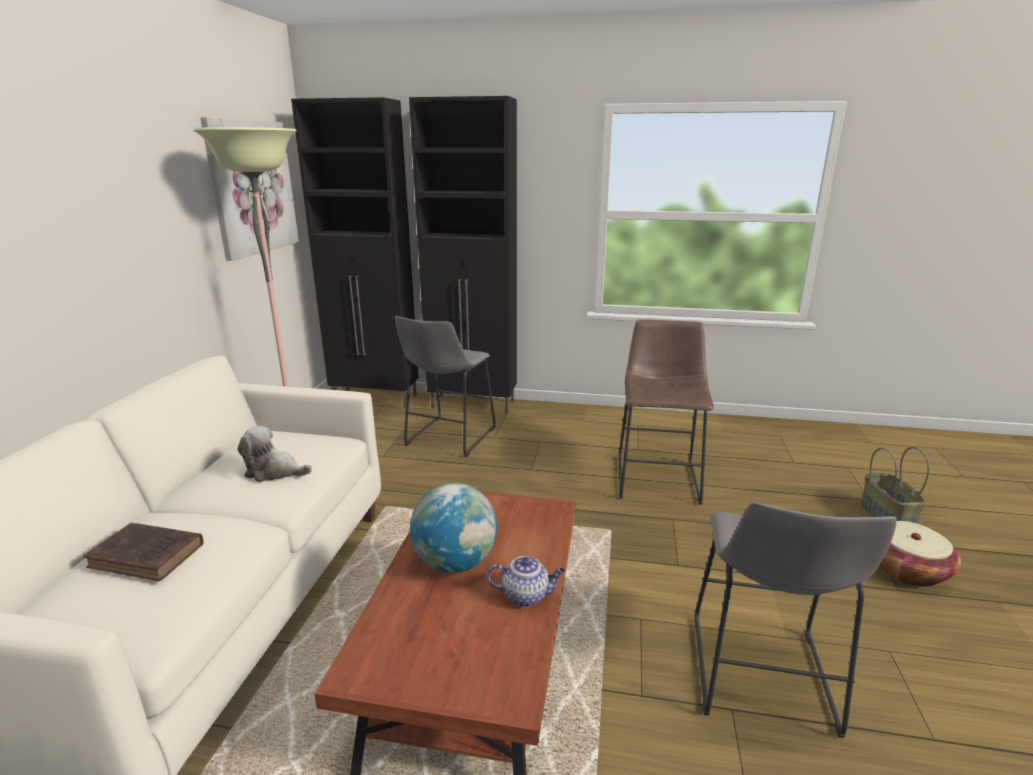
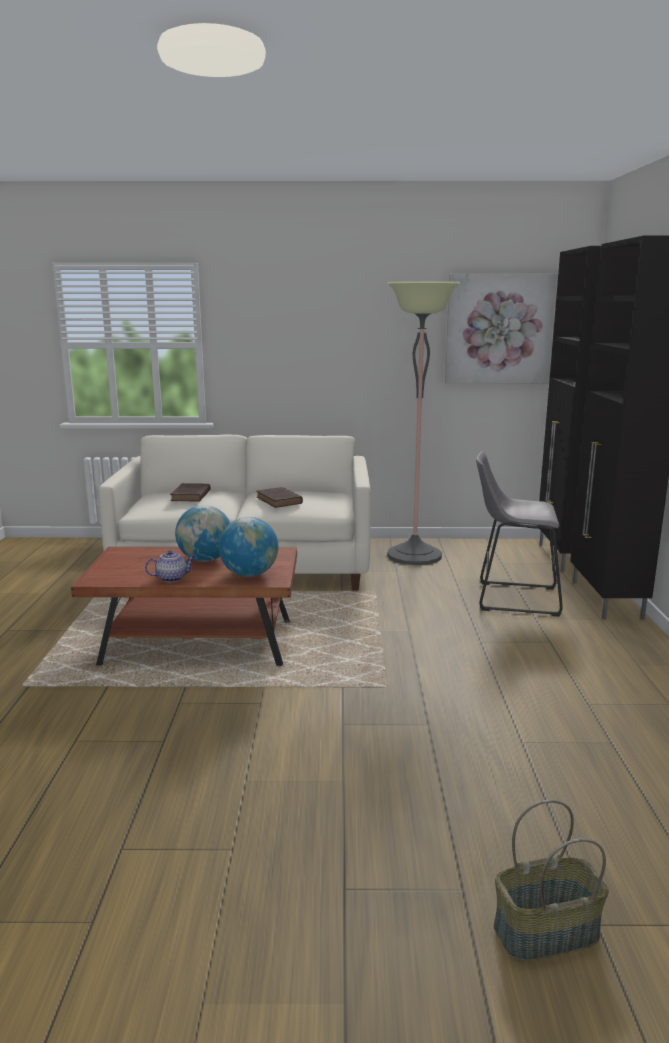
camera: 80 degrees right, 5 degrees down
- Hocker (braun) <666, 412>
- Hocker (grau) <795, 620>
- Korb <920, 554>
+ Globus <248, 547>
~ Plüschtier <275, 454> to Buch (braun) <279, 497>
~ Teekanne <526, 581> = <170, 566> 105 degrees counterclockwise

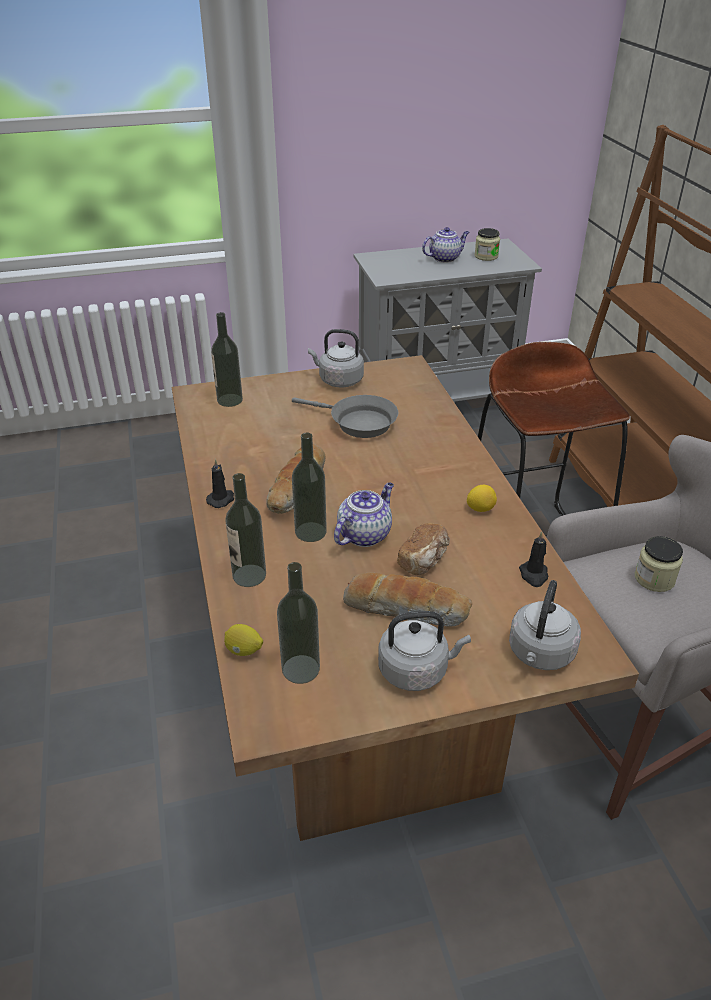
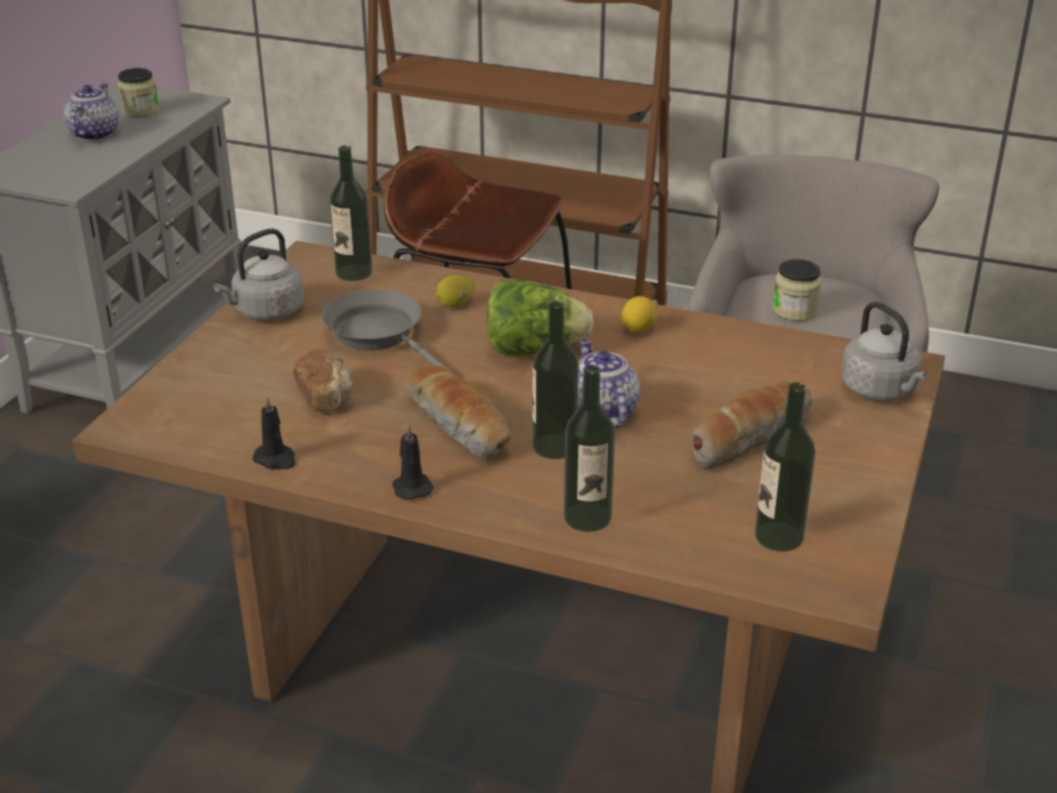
camera: 55 degrees left, 5 degrees down
- Wasserkessel (grau) <424, 651>
+ Salatkopf <540, 318>
~ Flasche <227, 359> to <351, 213>
~ Zitrone <243, 640> to <455, 291>
~ Brot <423, 549> to <322, 380>
~ Kerze (schwarz) <533, 559> to <273, 432>
~ Pfanne (grau) <345, 416> = <388, 331> 105 degrees counterclockwise

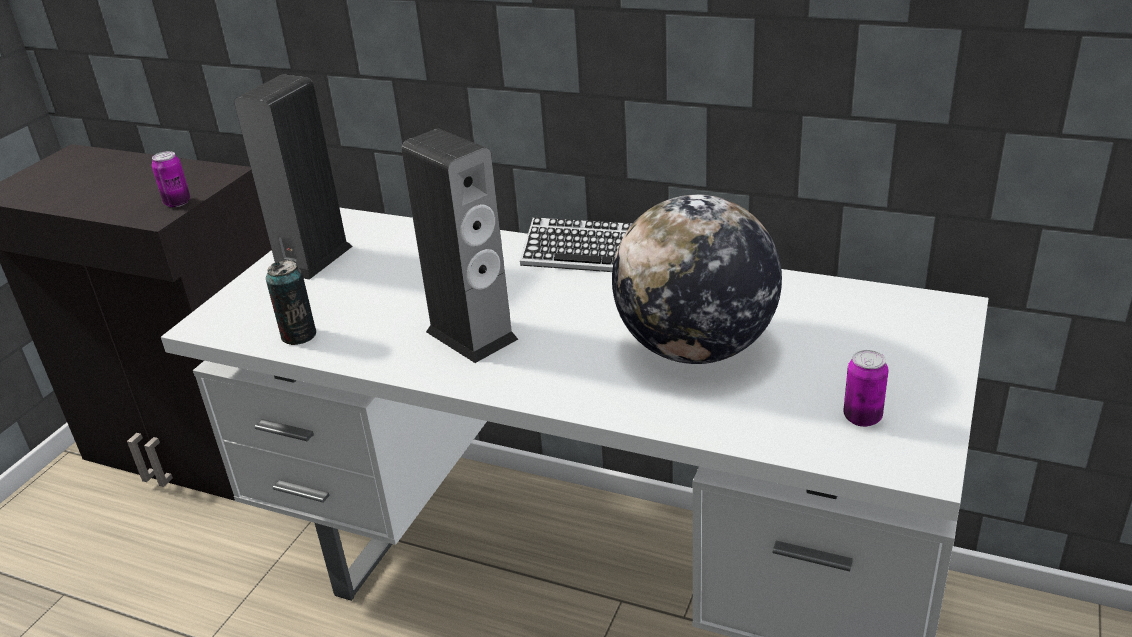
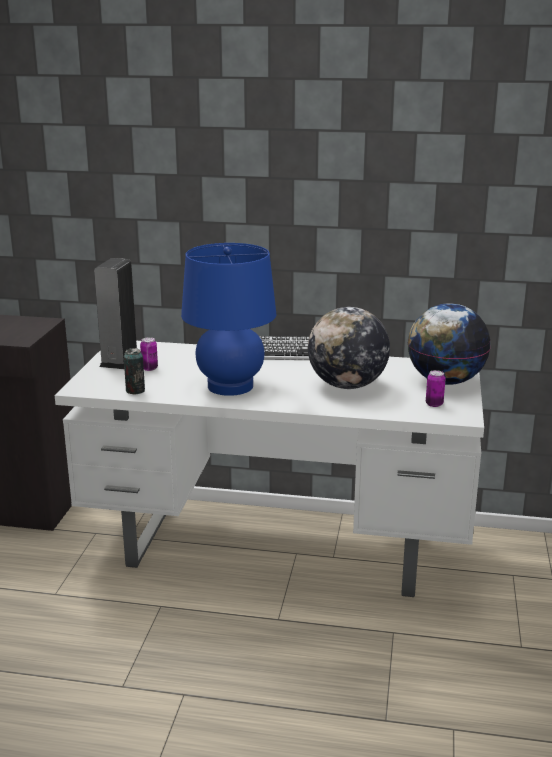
camera: 15 degrees left, 10 degrees down
+ Globus <449, 344>
~ Dose <171, 179> to <149, 354>
~ Lautsprecher <459, 245> to Tischlampe (blau) <228, 319>

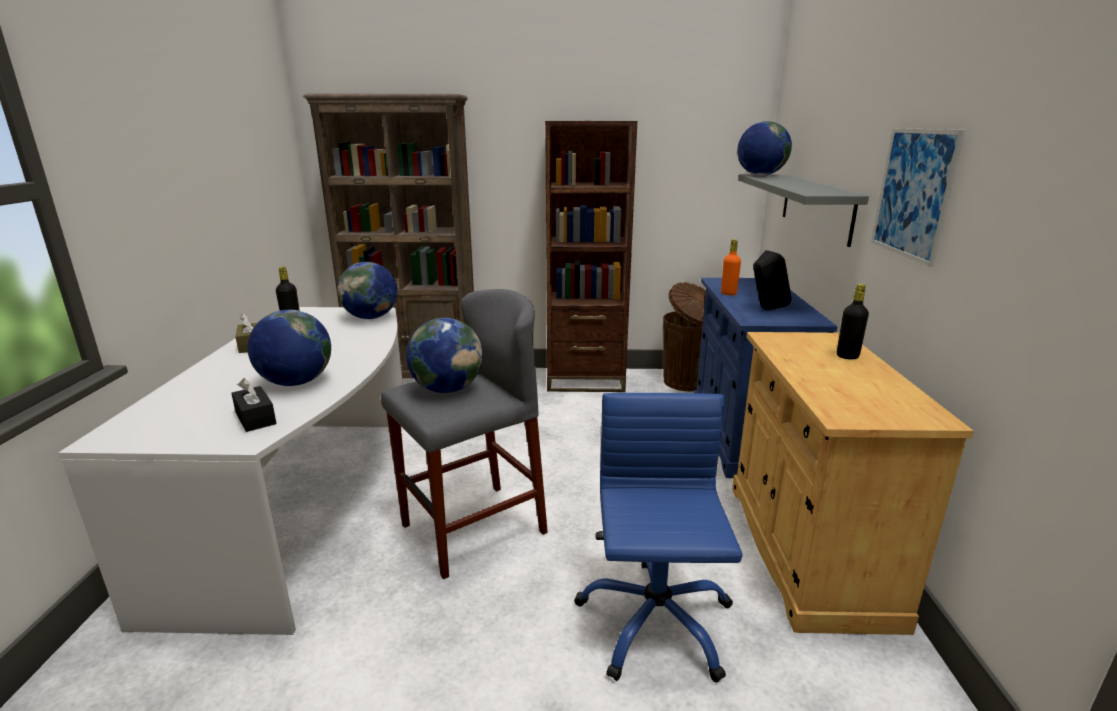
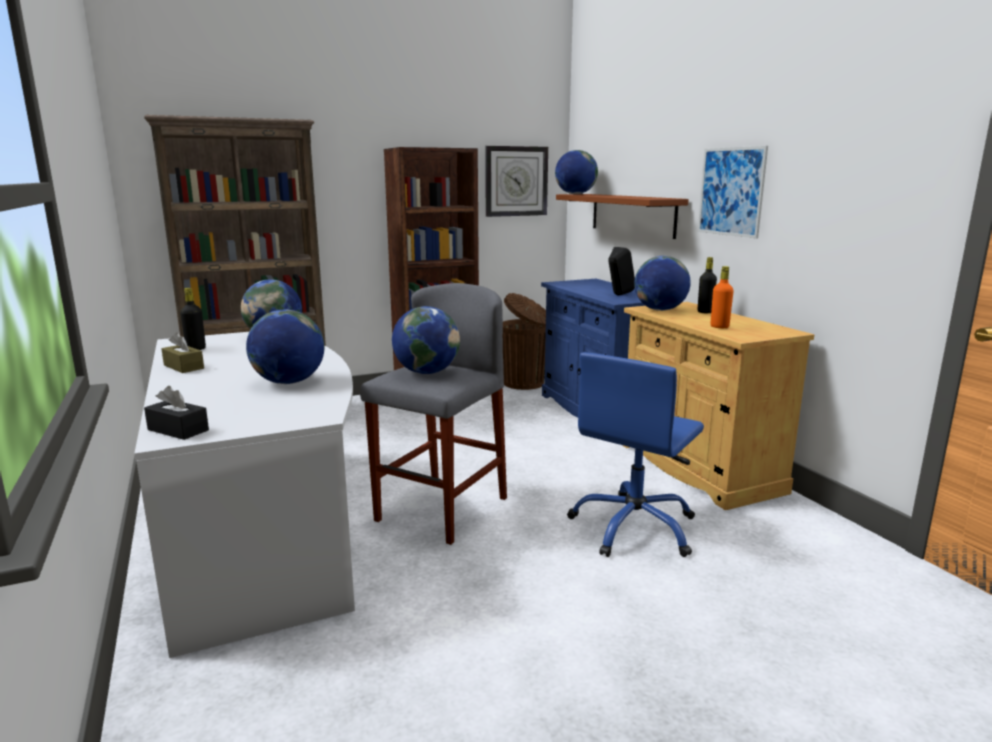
camera: 25 degrees left, 5 degrees down
+ Wanduhr <516, 181>
+ Globus <662, 283>
~ Taschentuchbox (schwarz) <253, 405> to <176, 413>
~ Flasche (orange) <731, 267> to <722, 297>
~ Wandregal (grau) <803, 210> to Wandregal (braun) <622, 216>
~ Bürostuhl (blau) <658, 538> = <635, 454> 120 degrees counterclockwise

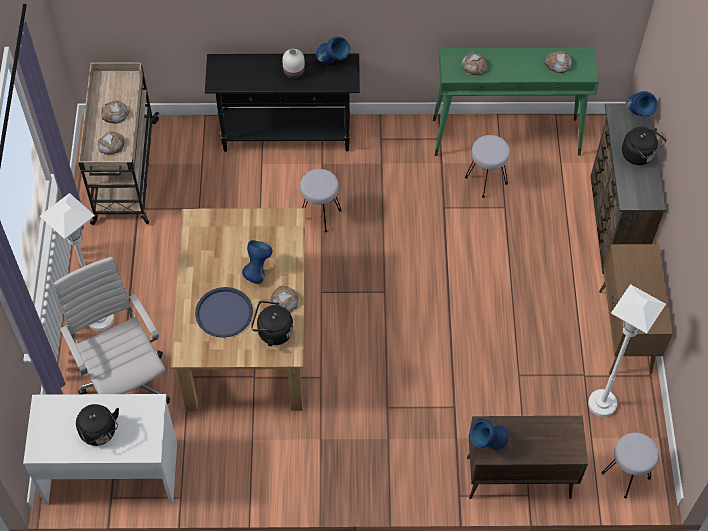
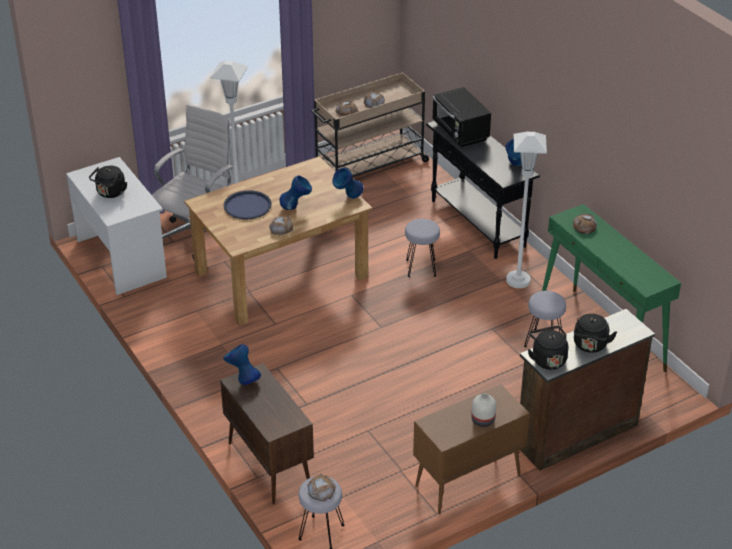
camera: 60 degrees right, 20 degrees down
+ Mikrowelle (schwarz) <461, 117>
~ Wasserkessel (schwarz) <272, 323> to <548, 348>
~ Vase (weiß) <293, 64> to <483, 410>
~ Brot <558, 62> to <321, 488>
~ Stehlampe (weiß) <627, 350> to <526, 210>
~ Vase (blau) <642, 104> to <347, 183>

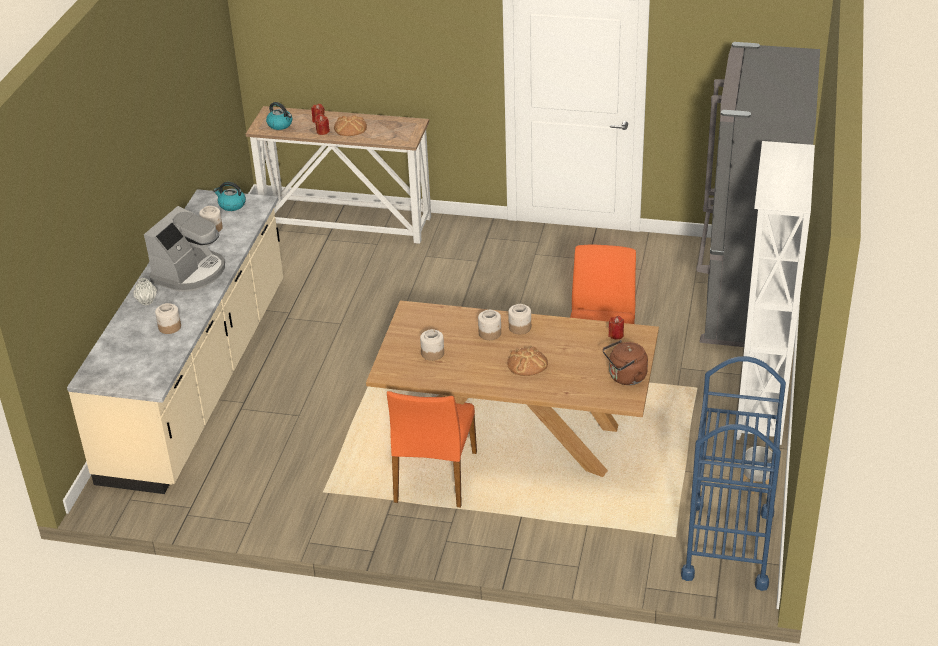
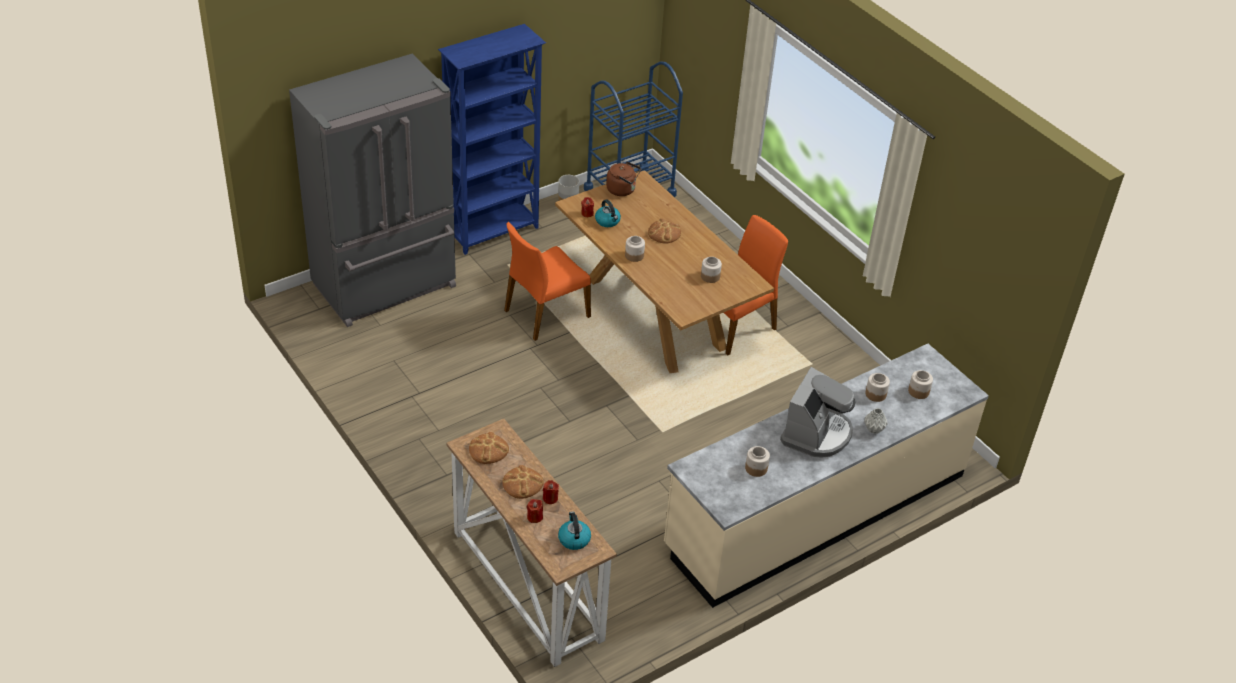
camera: 140 degrees left, 5 degrees up
+ Brot <489, 448>
~ Wasserkessel <229, 196> to <608, 213>
~ Vorratsglas <489, 325> to <920, 384>
~ Bücherregal (weiß) <775, 293> to Bücherregal (blau) <492, 139>
~ Kaffeemaschine <184, 249> = <817, 412> 135 degrees clockwise

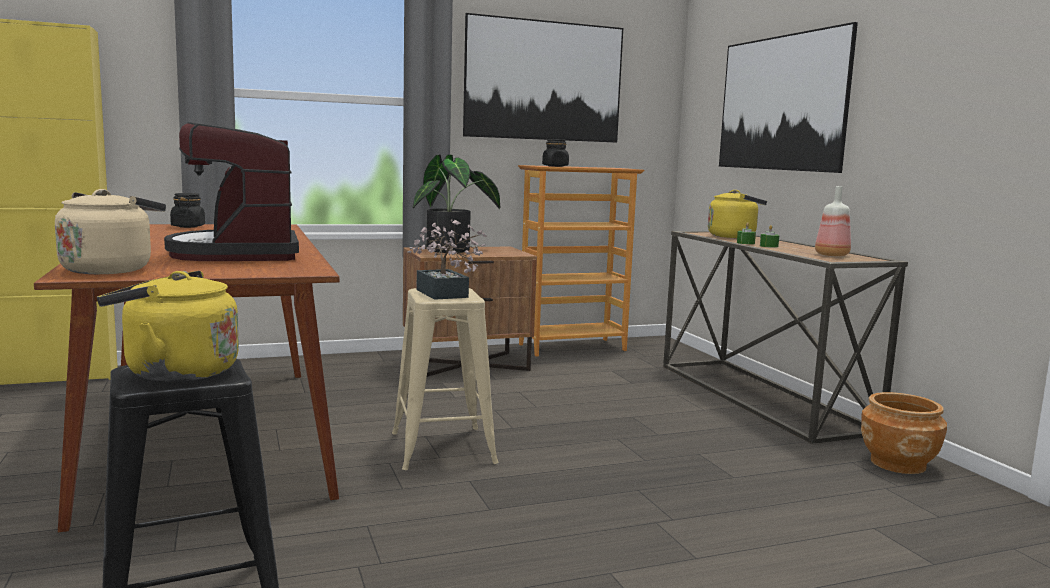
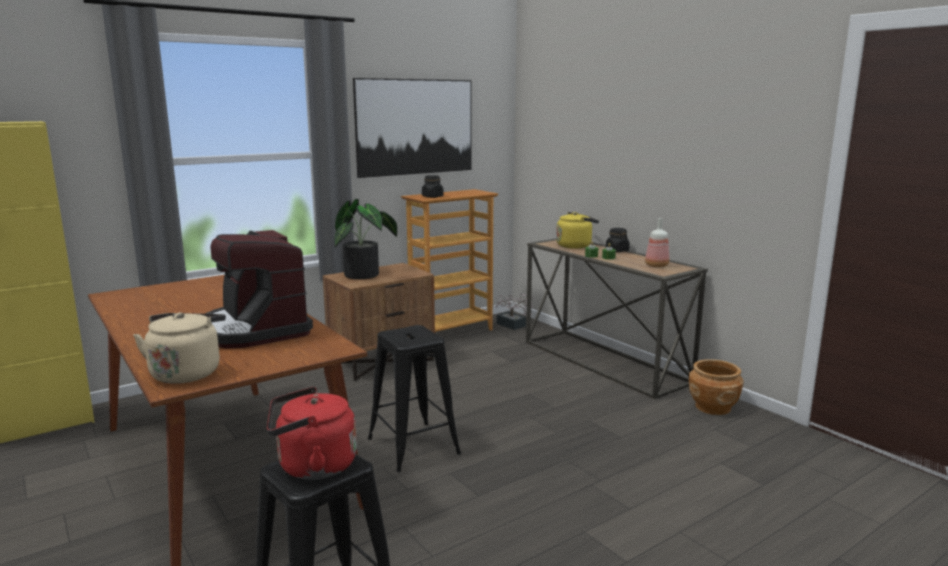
camera: 15 degrees left, 5 degrees up
- Bild <788, 97>
~ Vorratsglas (schwarz) <187, 210> to <618, 240>
~ Topfpflanze <447, 260> to <514, 311>
~ Wasserkessel (gelb) <168, 326> to Wasserkessel (rot) <312, 433>
~ Hocker (beige) <445, 379> to Hocker (schwarz) <414, 398>

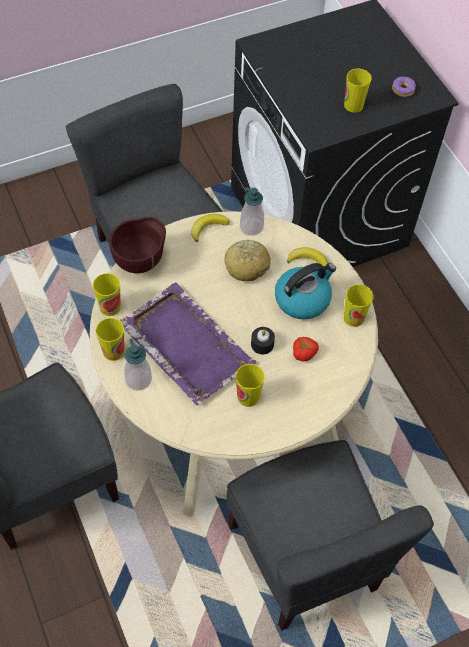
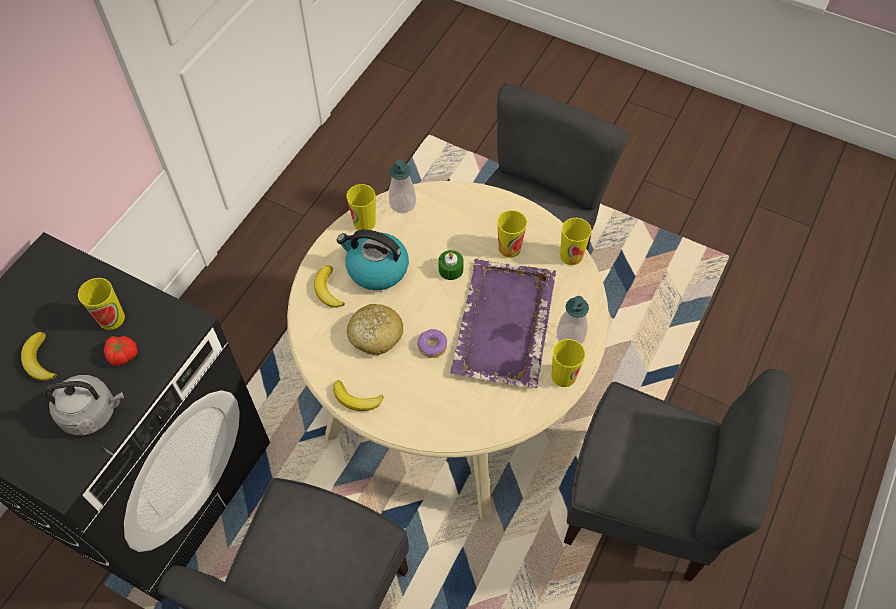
camera: 125 degrees left, 0 degrees up
- Schüssel (braun) <137, 245>
+ Banane <39, 356>
+ Wasserkessel (grau) <84, 405>
~ Tasse <107, 294> to <576, 241>
~ Seifenspender <252, 211> to <402, 186>
~ Tomate <306, 349> to <121, 351>
~ Donut <404, 87> to <432, 343>
~ Kerze (schwarz) <263, 340> to Kerze (grün) <451, 265>

